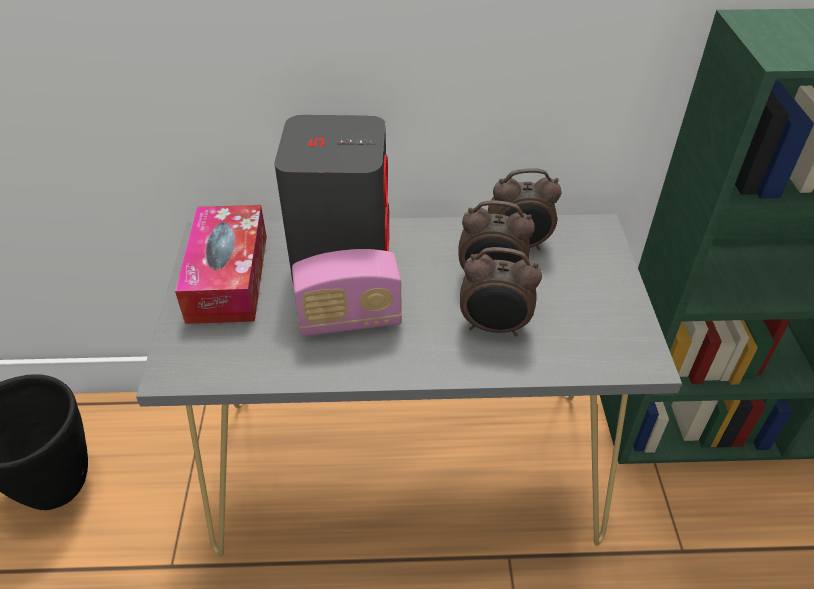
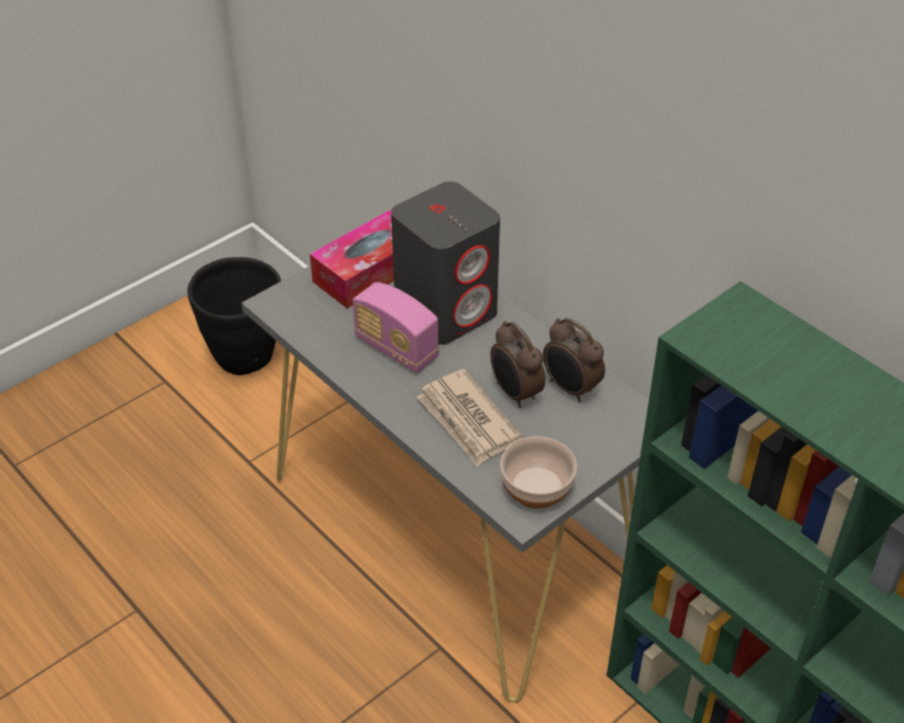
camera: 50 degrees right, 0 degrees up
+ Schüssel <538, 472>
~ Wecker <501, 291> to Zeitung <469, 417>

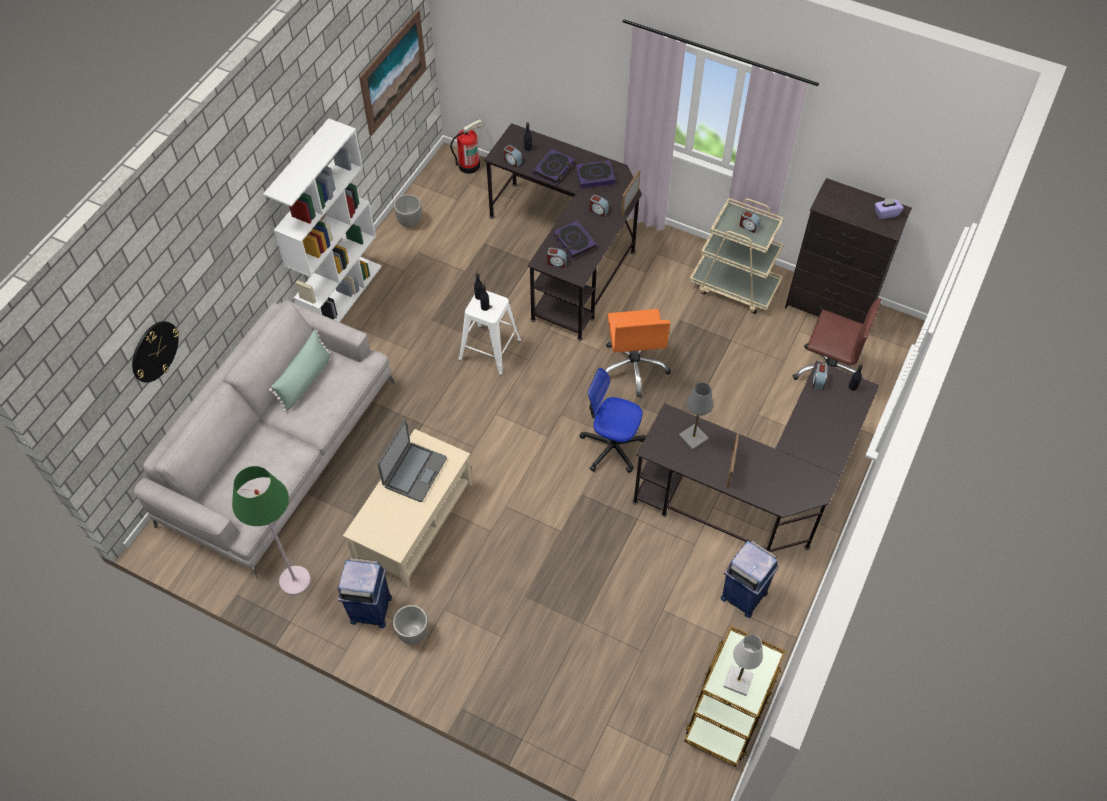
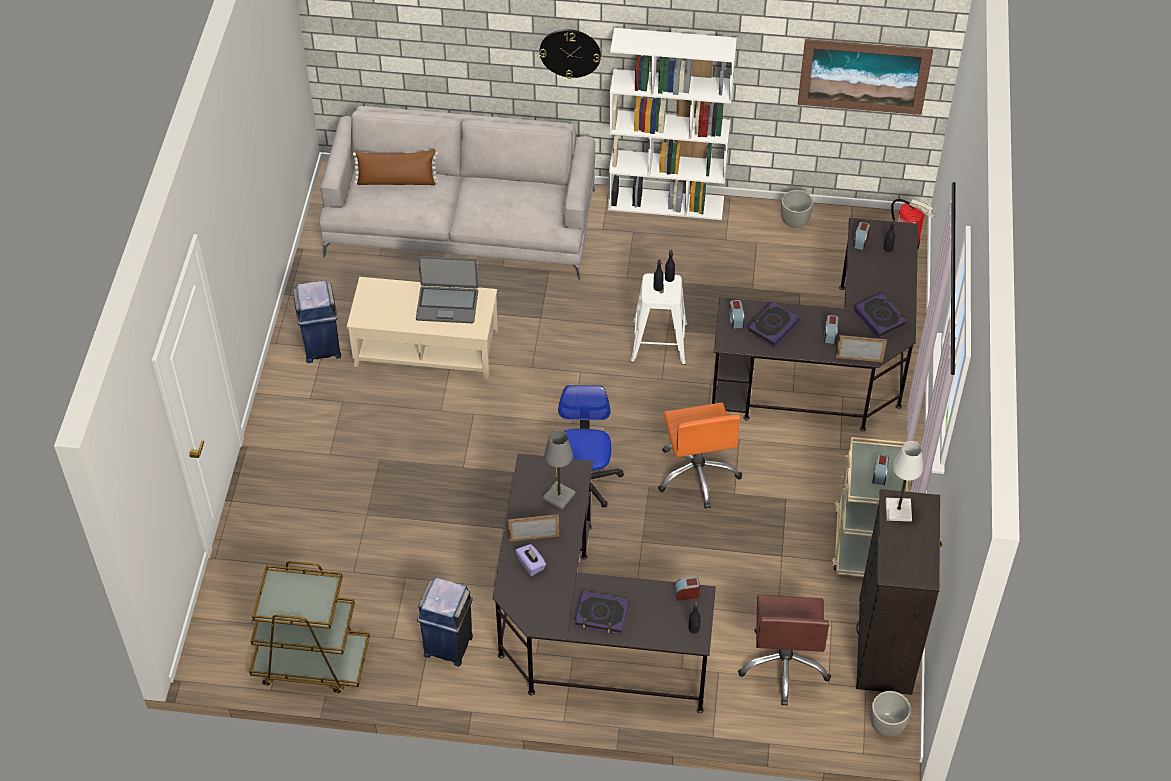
camera: 70 degrees right, 5 degrees down
- Stehlampe (grün) <271, 530>
- Kissen (grün) <300, 371>
+ Kissen (braun) <396, 167>
~ Wanduhr <155, 352> to <570, 54>
~ Pflanzkübel <410, 625> to <891, 714>
~ Buch <554, 167> to <601, 613>
~ Tischlampe (weiß) <743, 665> to <904, 481>
~ Taschentuchbox (lila) <889, 208> to <530, 560>
~ Bürostuhl (orange) <638, 353> = <700, 455> 75 degrees counterclockwise

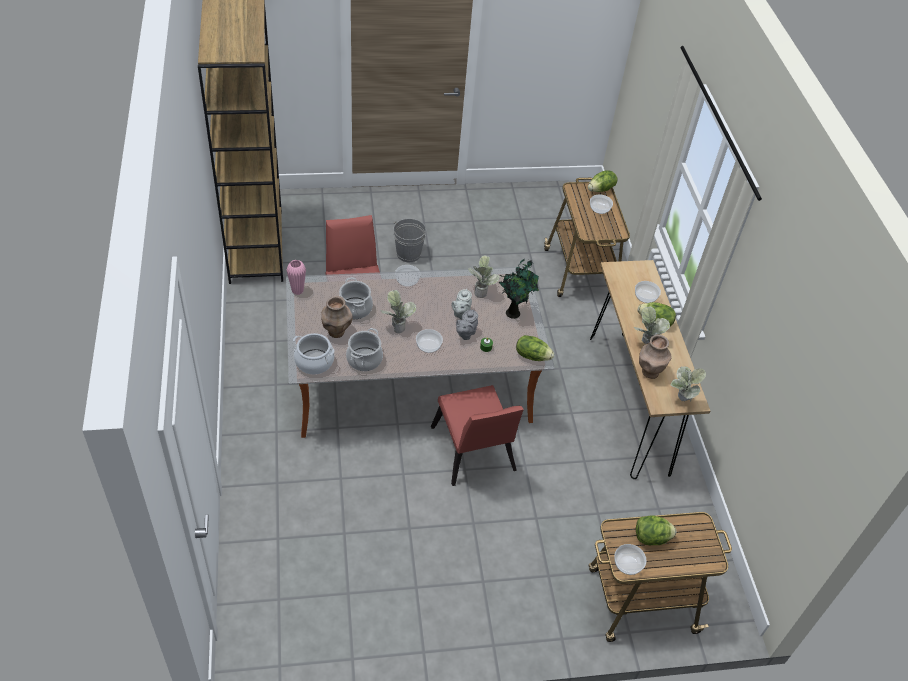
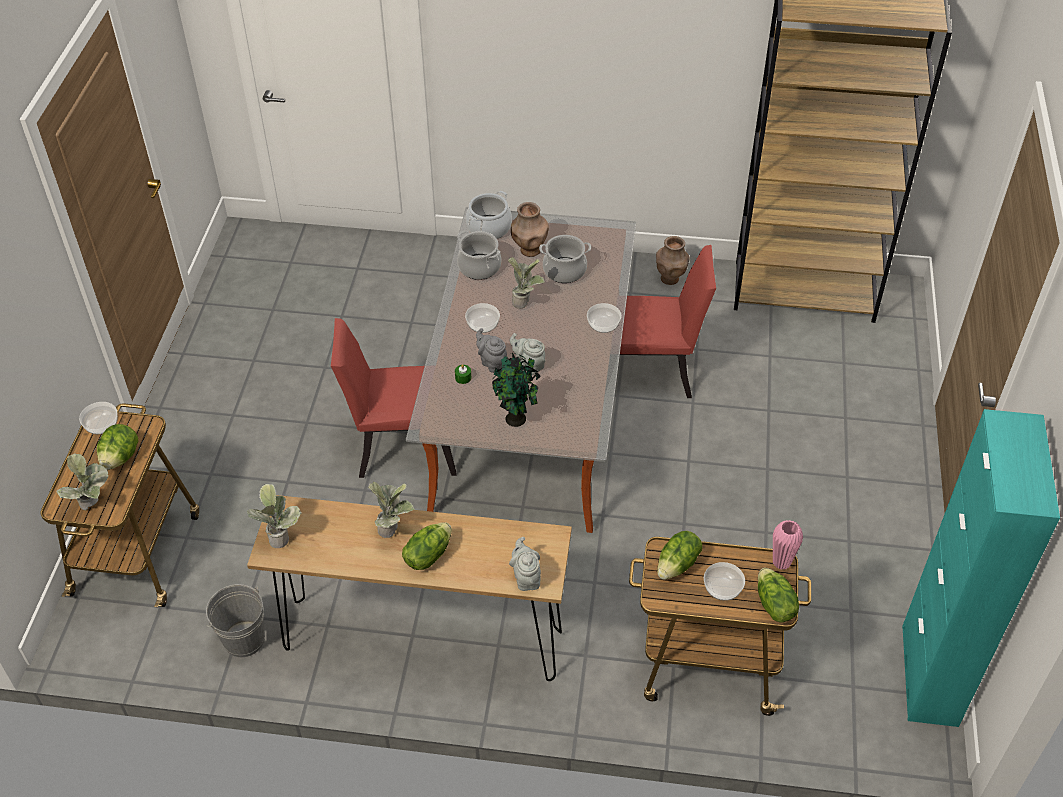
camera: 110 degrees right, 0 degrees up
- Schüssel <648, 292>
+ Teekanne (grau) <525, 564>
+ Schrank (türkis) <981, 568>
~ Vase (rosa) <296, 277> to <788, 545>
~ Eimer (grau) <409, 240> to <235, 620>
~ Topfpflanze <484, 276> to <82, 482>
~ Salatkopf <535, 348> to <679, 555>
~ Vase (braun) <655, 357> to <673, 260>

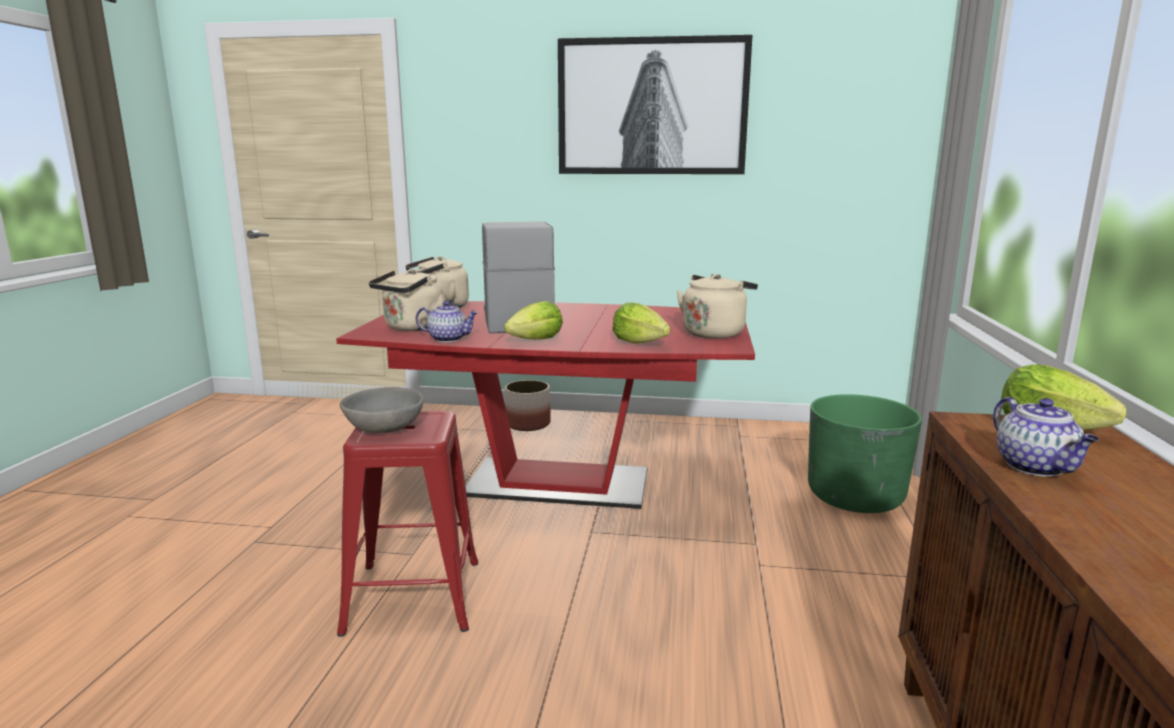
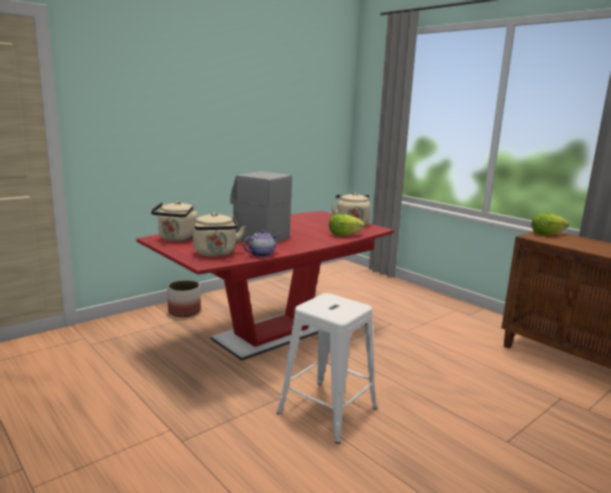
camera: 50 degrees left, 0 degrees up
- Schüssel (grau) <381, 410>
- Salatkopf <533, 320>
- Bild <655, 104>
- Pflanzkübel (grün) <865, 453>
- Teekanne <1046, 437>
~ Hocker (rot) <407, 524> to Hocker (weiß) <327, 368>

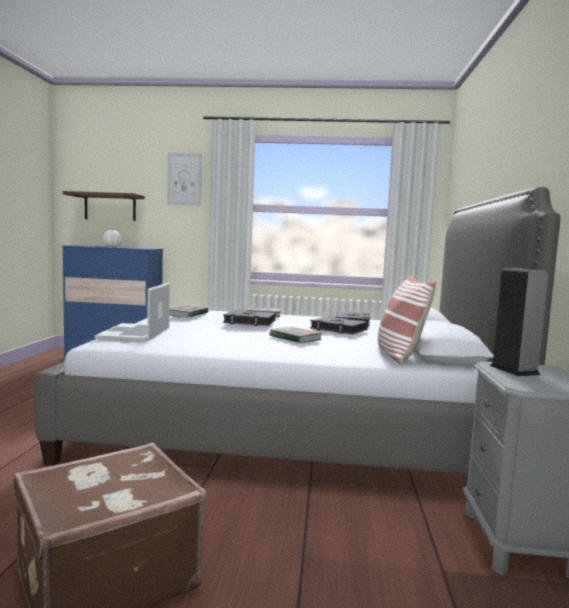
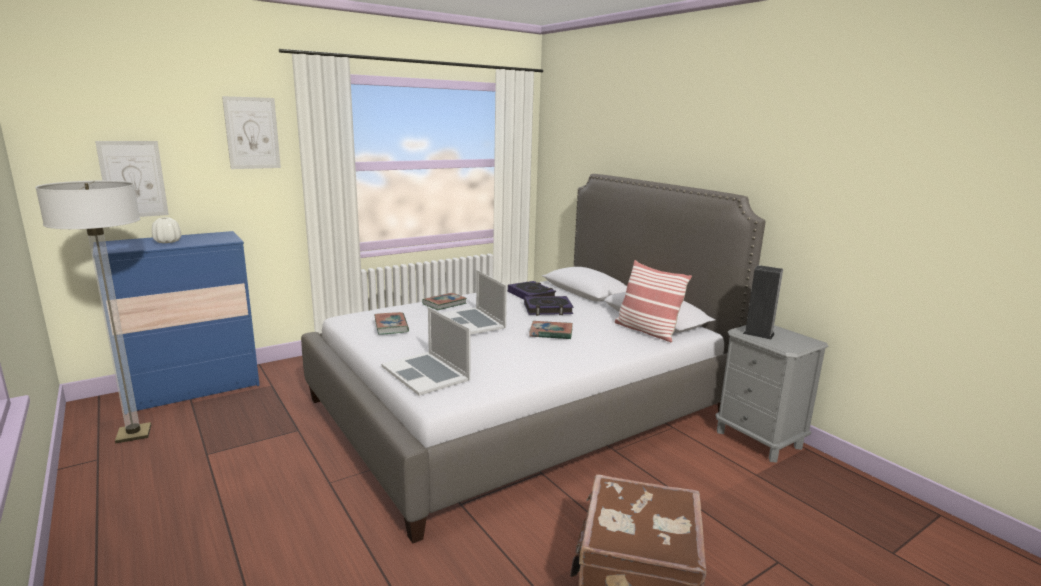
camera: 40 degrees left, 10 degrees up
+ Stehlampe <93, 312>
~ Wandregal <104, 206> to Bild <132, 179>
~ Buch <249, 318> to Laptop <474, 302>

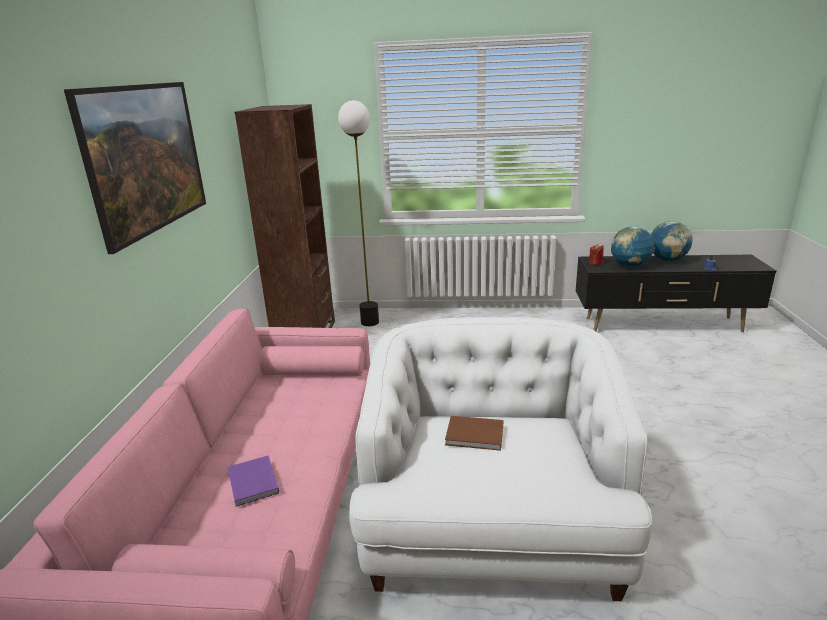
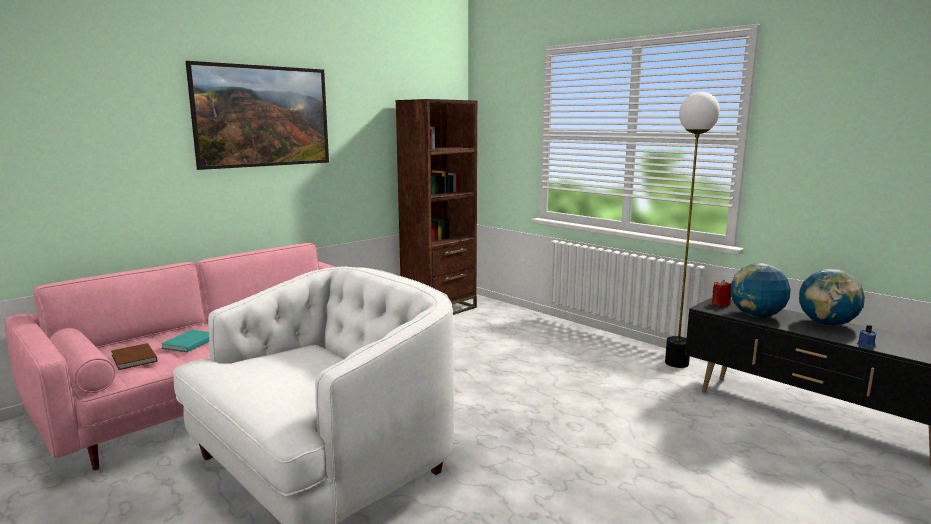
camera: 40 degrees right, 10 degrees down
~ Stehlampe <358, 213> to <692, 230>
~ Buch (braun) <474, 433> to <134, 356>
~ Buch (lila) <253, 481> to Buch (türkis) <185, 341>

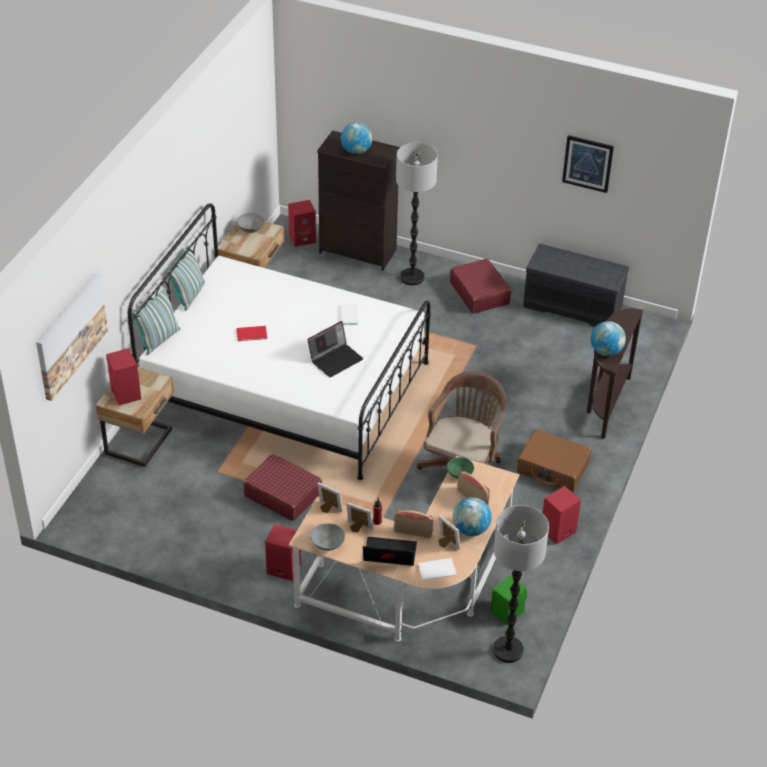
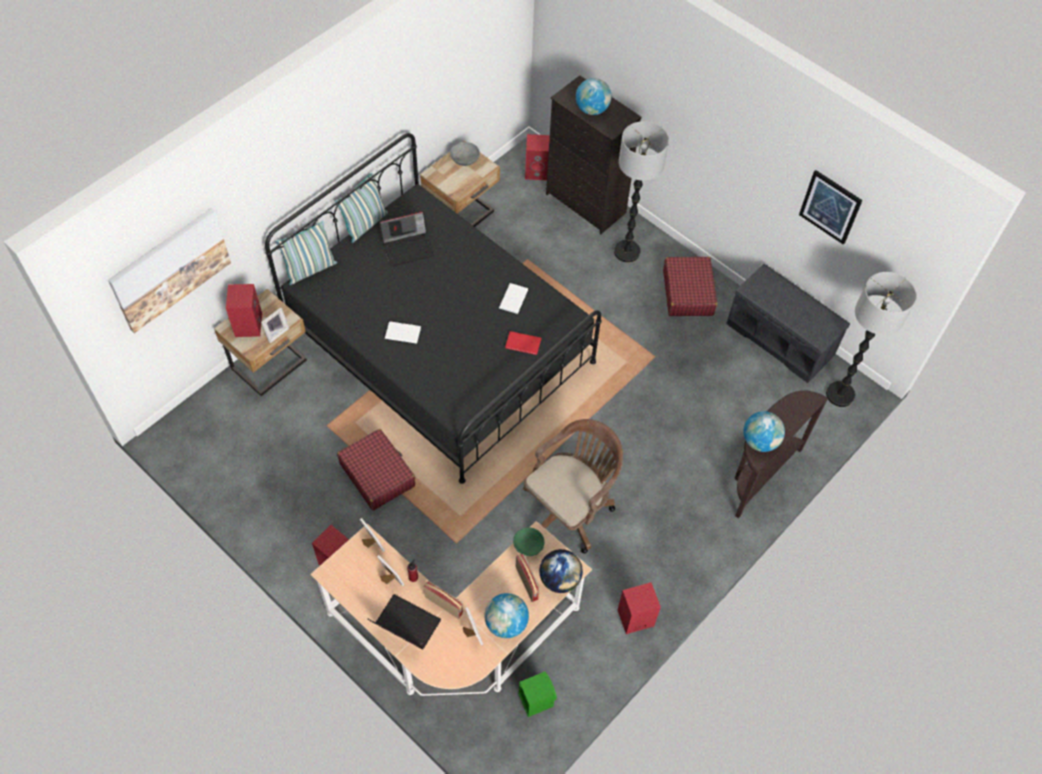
camera: 20 degrees right, 15 degrees up
- Schüssel (grau) <327, 537>
- Koffer (braun) <554, 460>
+ Bilderrahmen <275, 325>
+ Globus <561, 571>
~ Buch (rot) <251, 333> to <523, 343>
~ Laptop <335, 349> to <407, 238>
~ Buch (weiß) <437, 569> to <403, 332>
~ Stehlampe <521, 584> to <871, 339>
~ Bett (weiß) <279, 341> to Bett (schwarz) <433, 308>

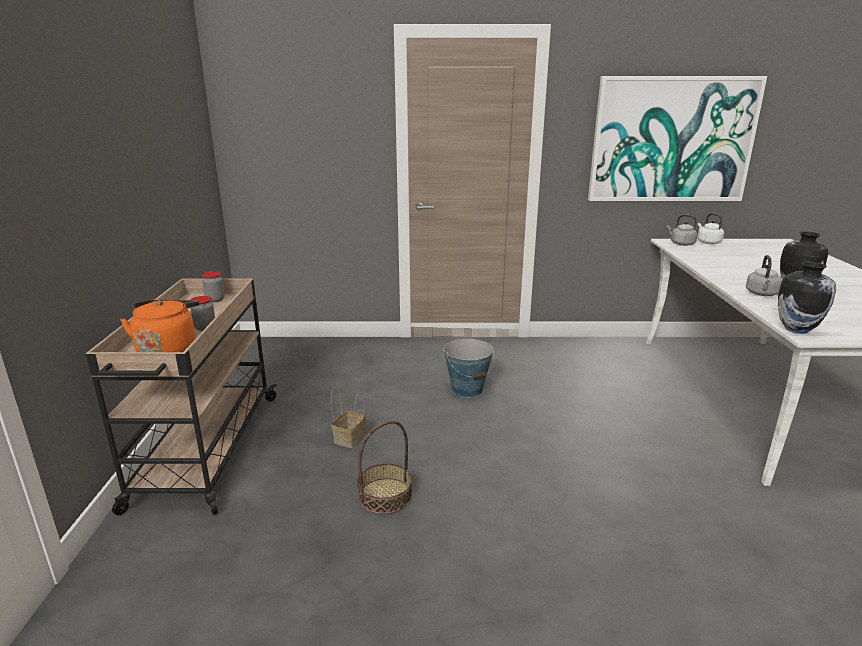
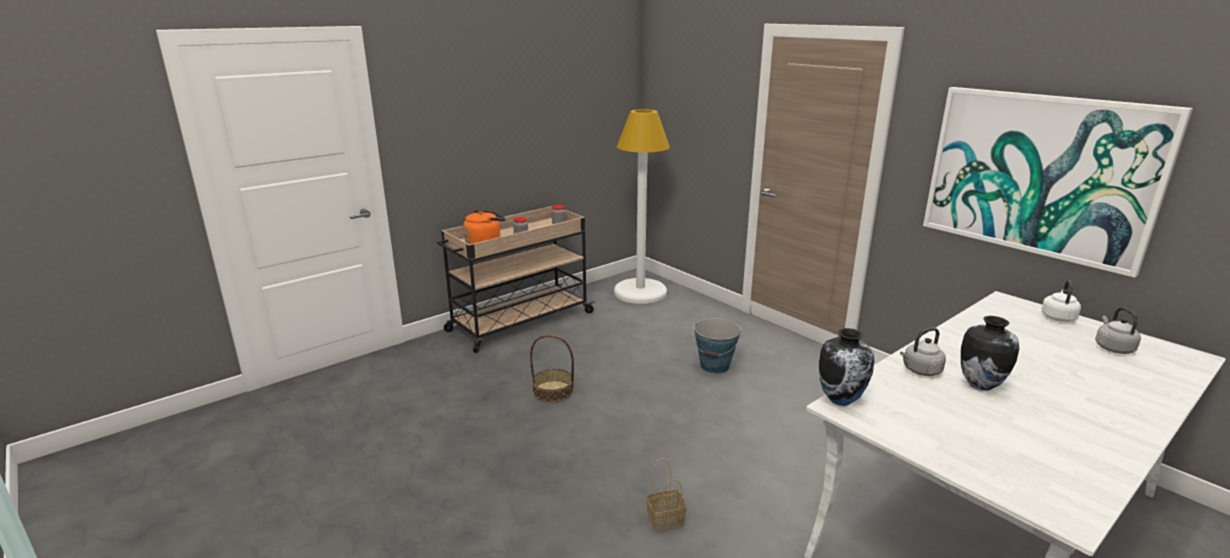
camera: 50 degrees right, 0 degrees up
+ Stehlampe (weiß) <642, 206>
~ Korb <348, 417> to <666, 495>
~ Wasserkessel (grau) <682, 230> to <1118, 330>

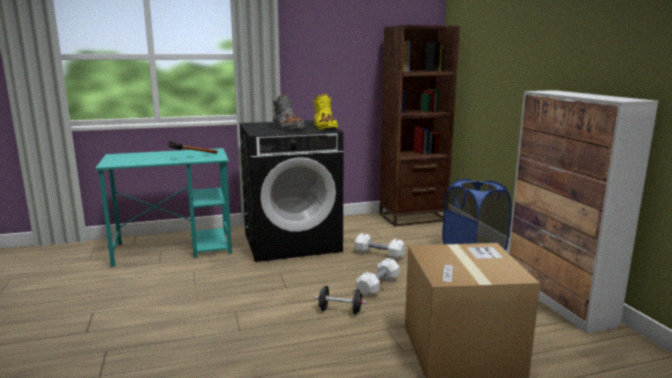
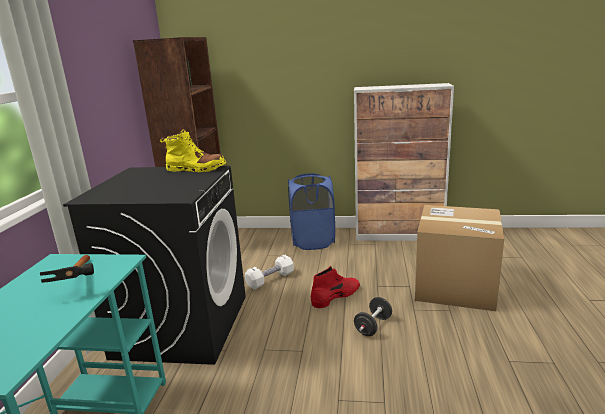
camera: 65 degrees left, 5 degrees up
- Stiefel (grau) <288, 113>
~ Hantel (weiß) <378, 277> to Stiefel (rot) <335, 287>

